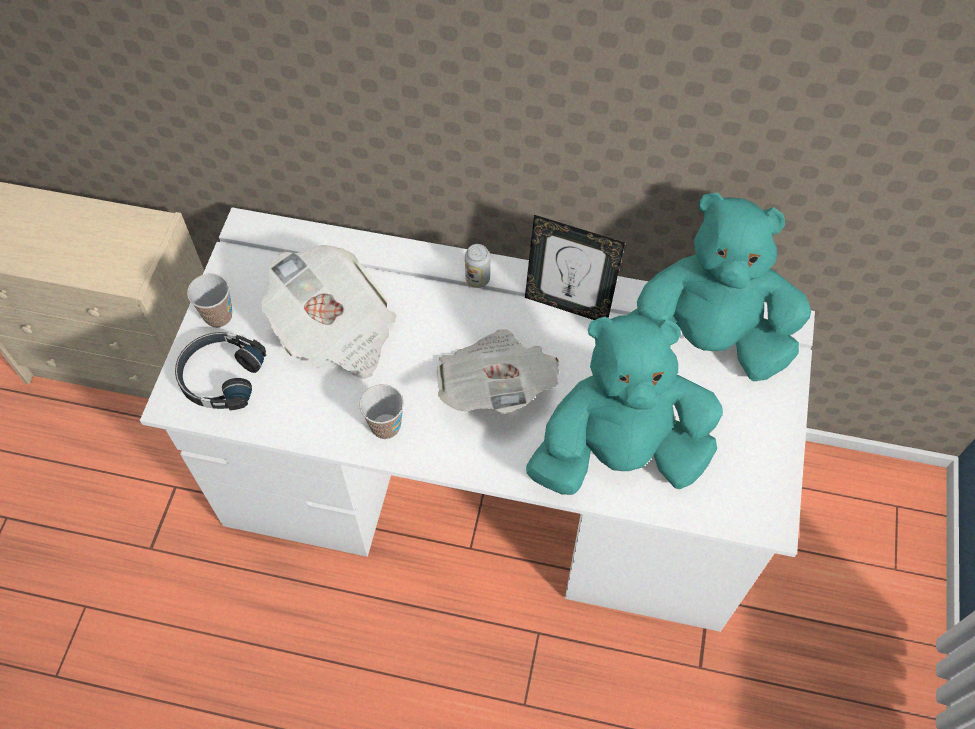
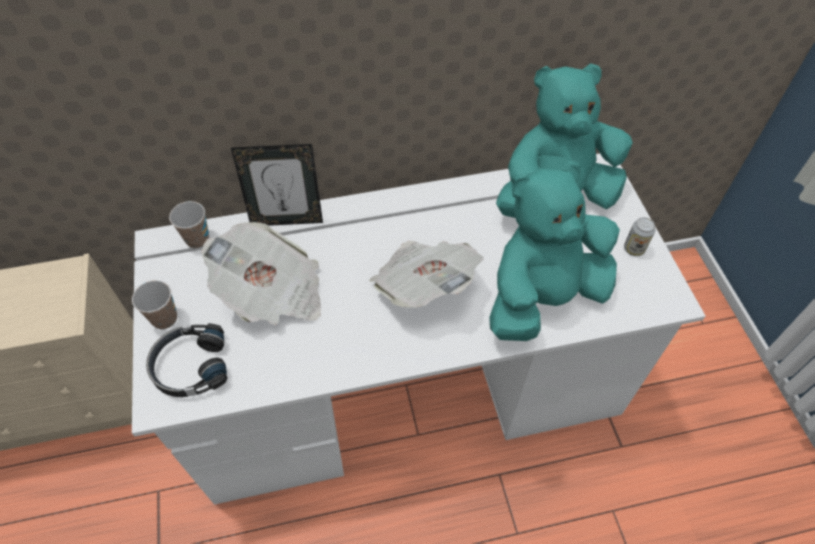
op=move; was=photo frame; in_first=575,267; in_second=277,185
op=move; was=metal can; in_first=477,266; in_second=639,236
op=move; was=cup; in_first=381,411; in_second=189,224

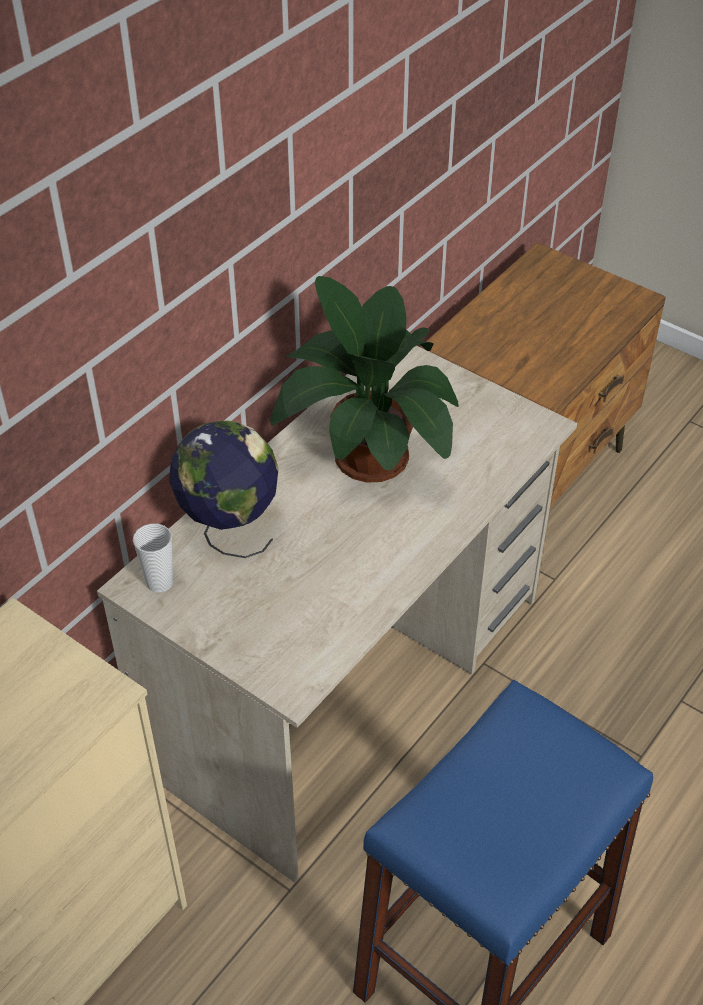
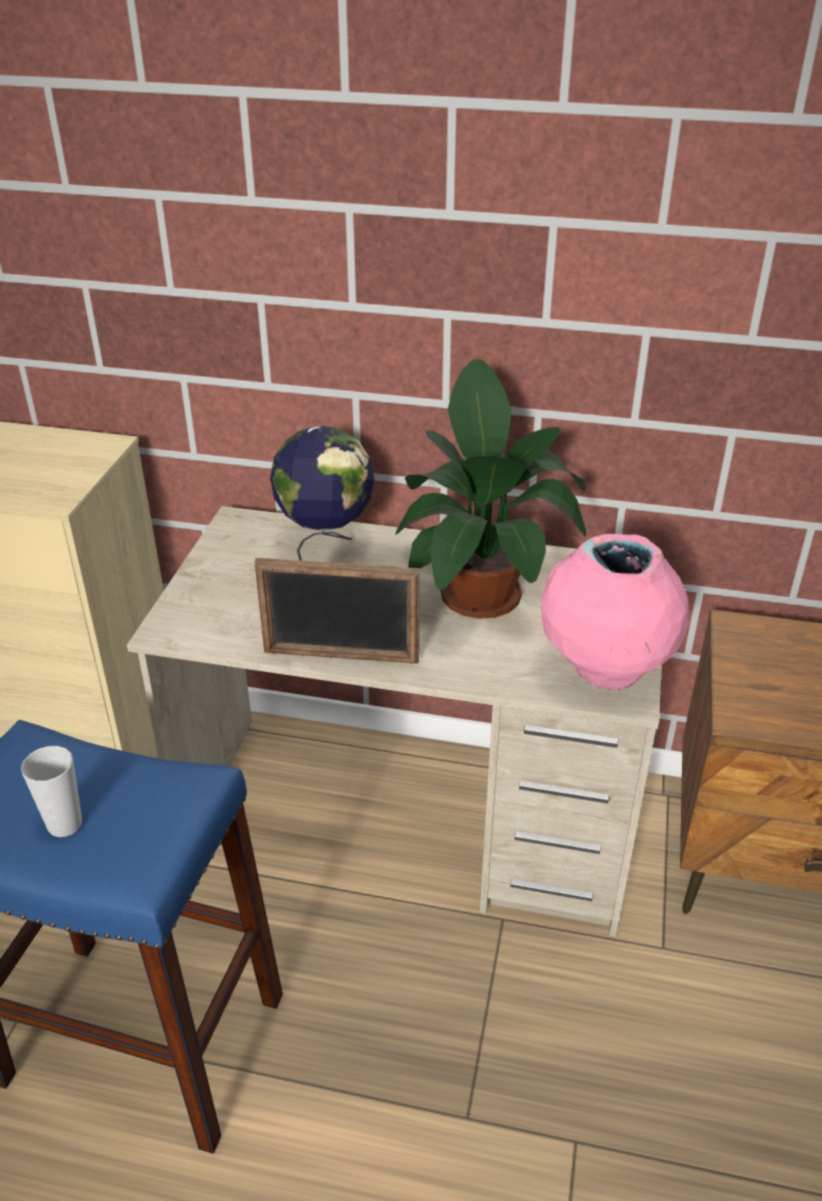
op=move; was=cup; in_first=153,558; in_second=51,791
op=insert; now=vase in pink; in_second=615,612
op=insert; now=photo frame; in_second=337,611

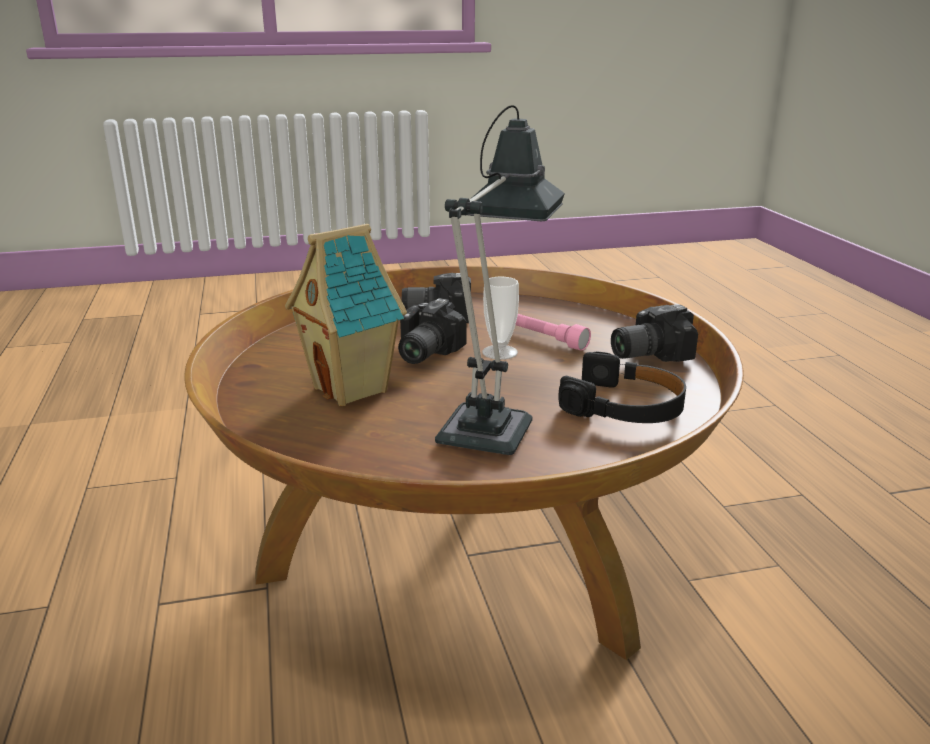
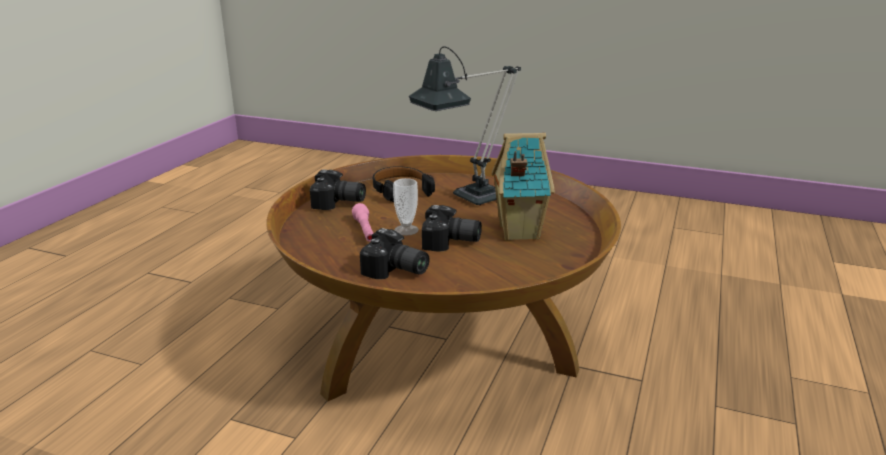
op=rotate; was=photo camera; in_first=432,331; in_second=452,228; clockwise=45

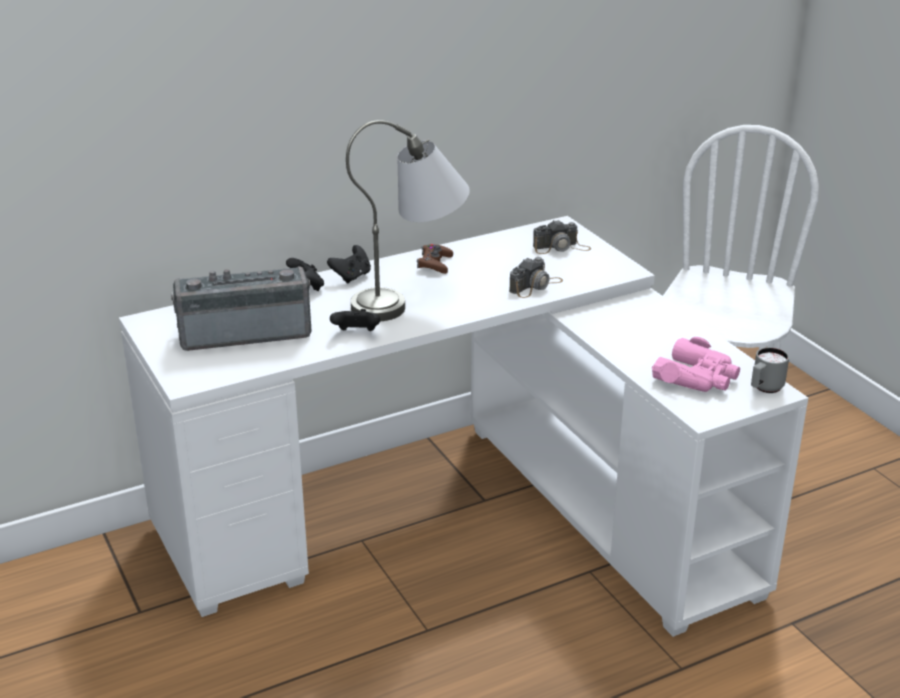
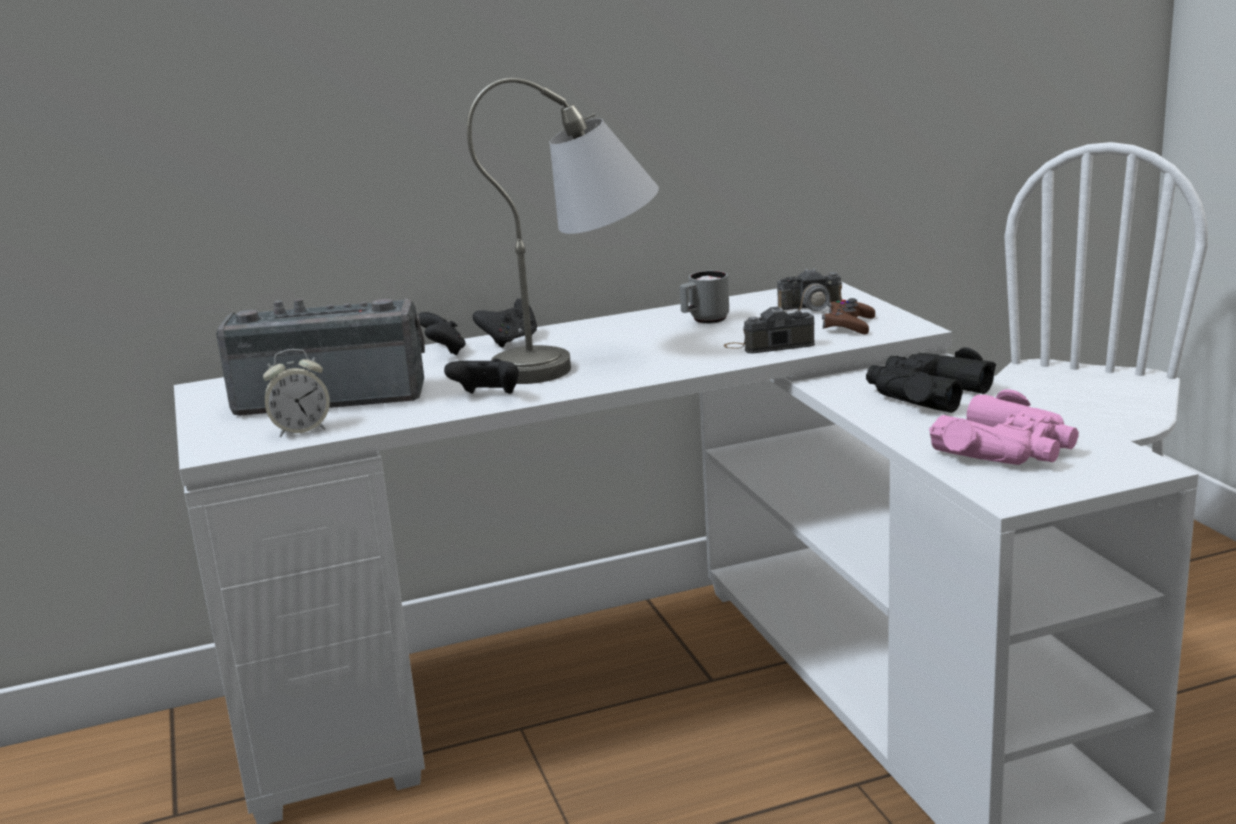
op=move; was=game controller in brown; in_first=435,259; in_second=848,316
op=rotate; was=photo camera; in_first=536,277; in_second=769,330; clockwise=-150
op=move; was=coffee mug in greyish; in_first=770,370; in_second=704,297
op=insert; now=field glasses in black; in_second=931,380
op=insert; now=bedside clock; in_second=296,393

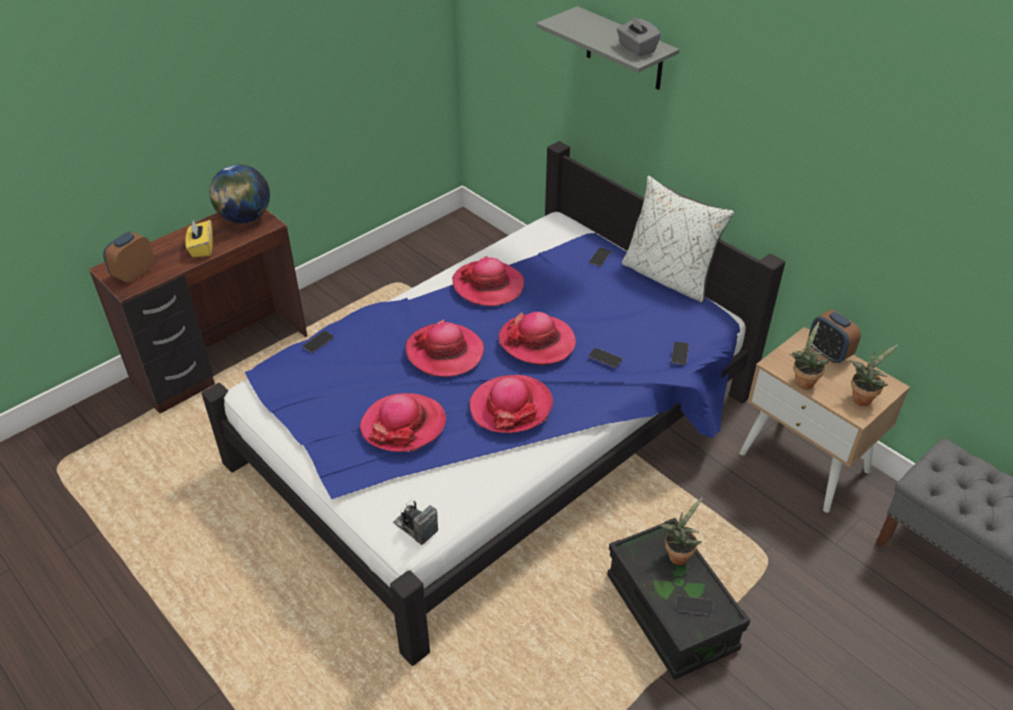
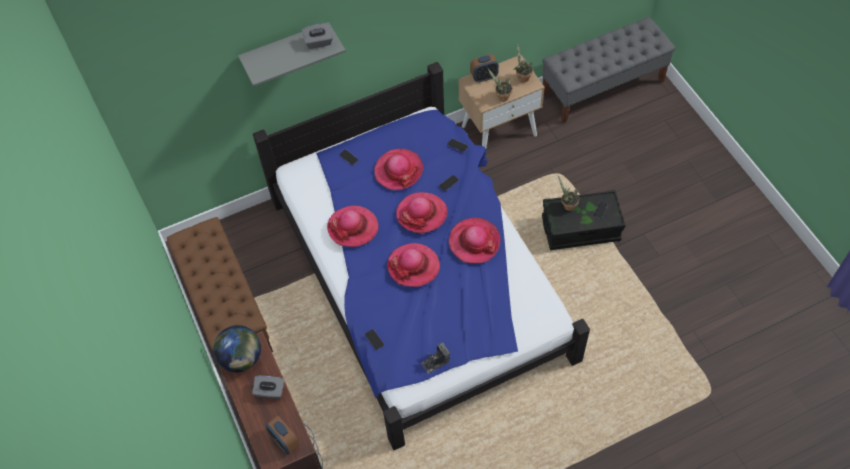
op=delete; was=cushion in whitish; in_first=678,239
op=recolor; was=box of tissues in yellow-coloured; now=box of tissues in greyish; in_first=199,239; in_second=268,387
op=move; was=hat; in_first=403,422; in_second=399,169
op=move; was=photo camera; in_first=415,521; in_second=435,358
op=insert; now=indoor bench in brown; in_second=220,284

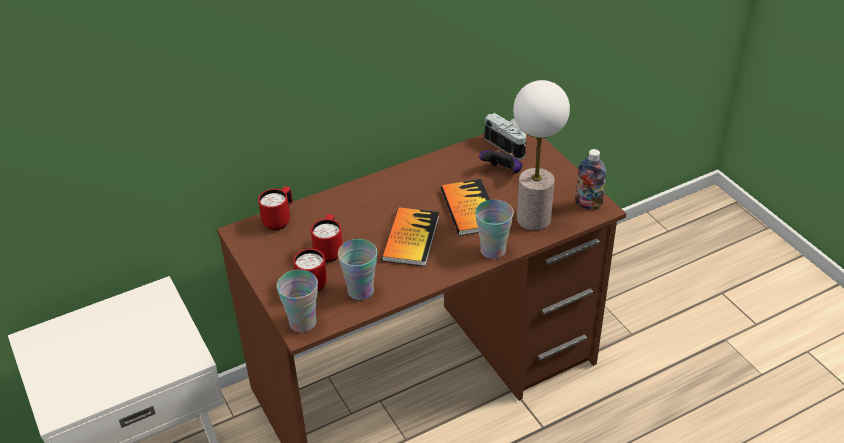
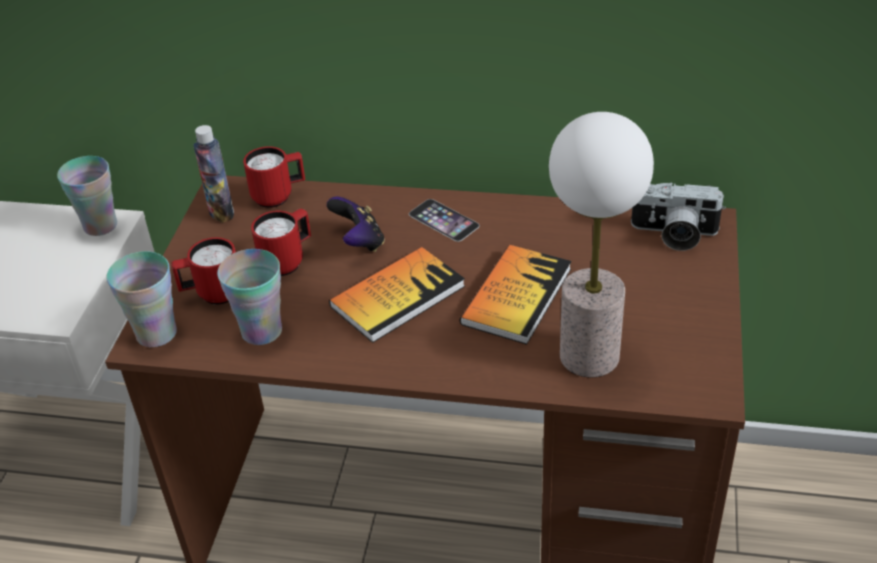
op=rotate; was=photo camera; in_first=505,136; in_second=678,216; clockwise=105
op=move; was=bottle; in_first=590,179; in_second=213,174
op=move; was=game controller; in_first=501,161; in_second=356,224
op=move; was=cup; in_first=494,229; in_second=87,196
op=insert; now=handset; in_second=444,220

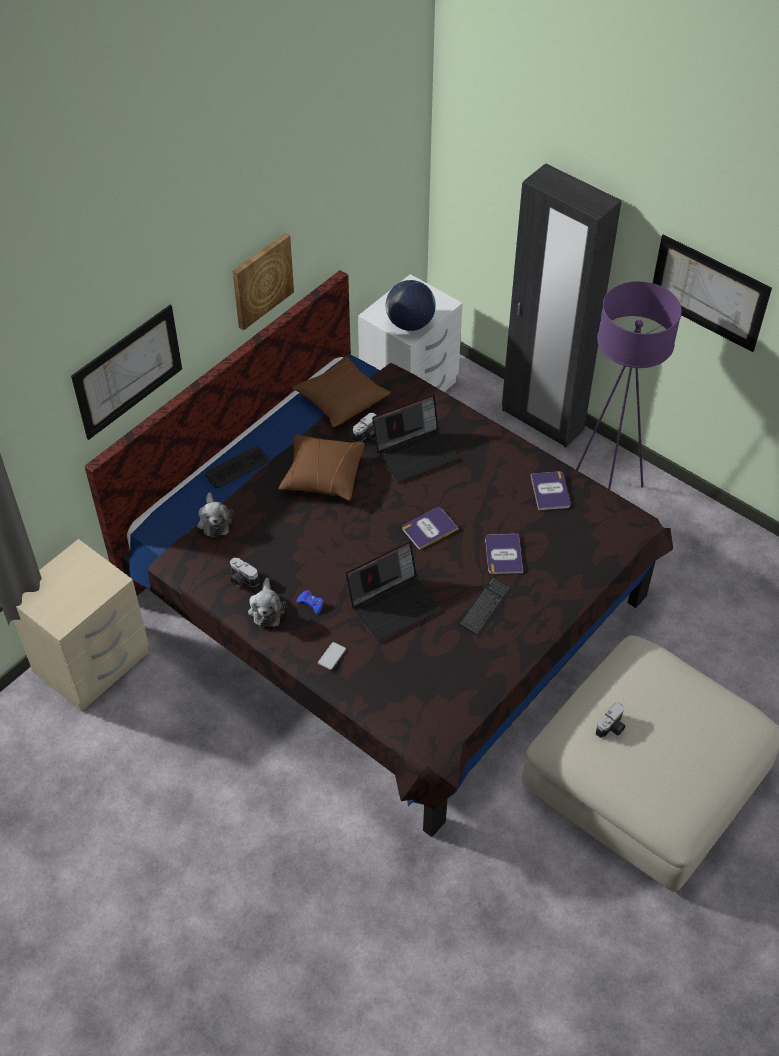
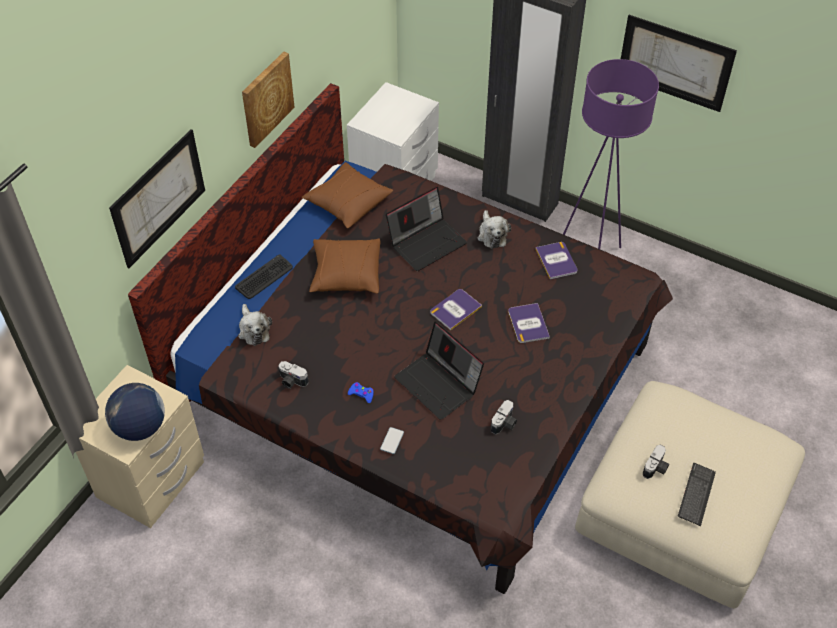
op=move; was=world globe; in_first=410,305; in_second=135,412
op=move; was=photo camera; in_first=364,428; in_second=504,417
op=rotate; was=notebook computer; in_first=393,591; in_second=439,370; clockwise=90
op=move; was=computer keyboard; in_first=485,607; in_second=697,494
op=move; was=plush toy; in_first=267,602; in_second=494,229

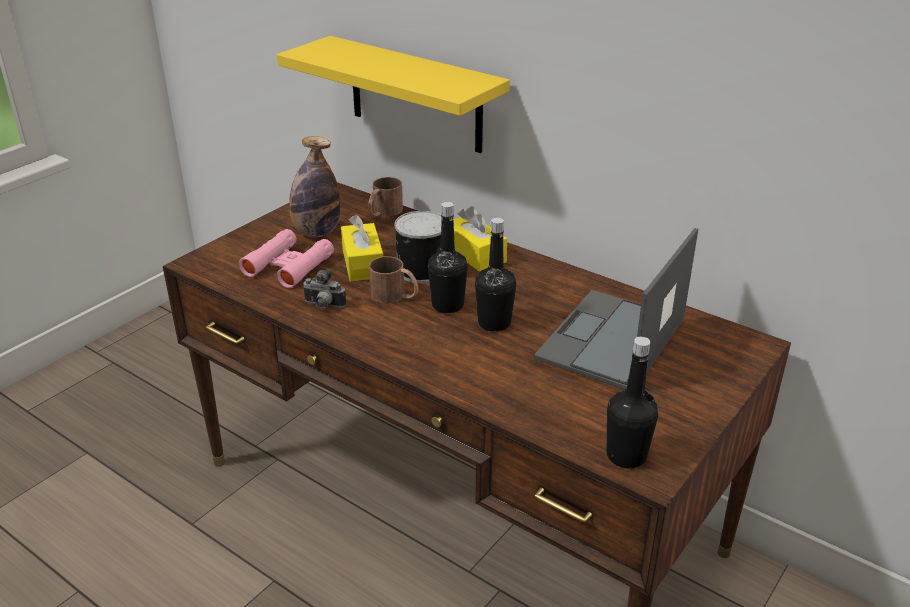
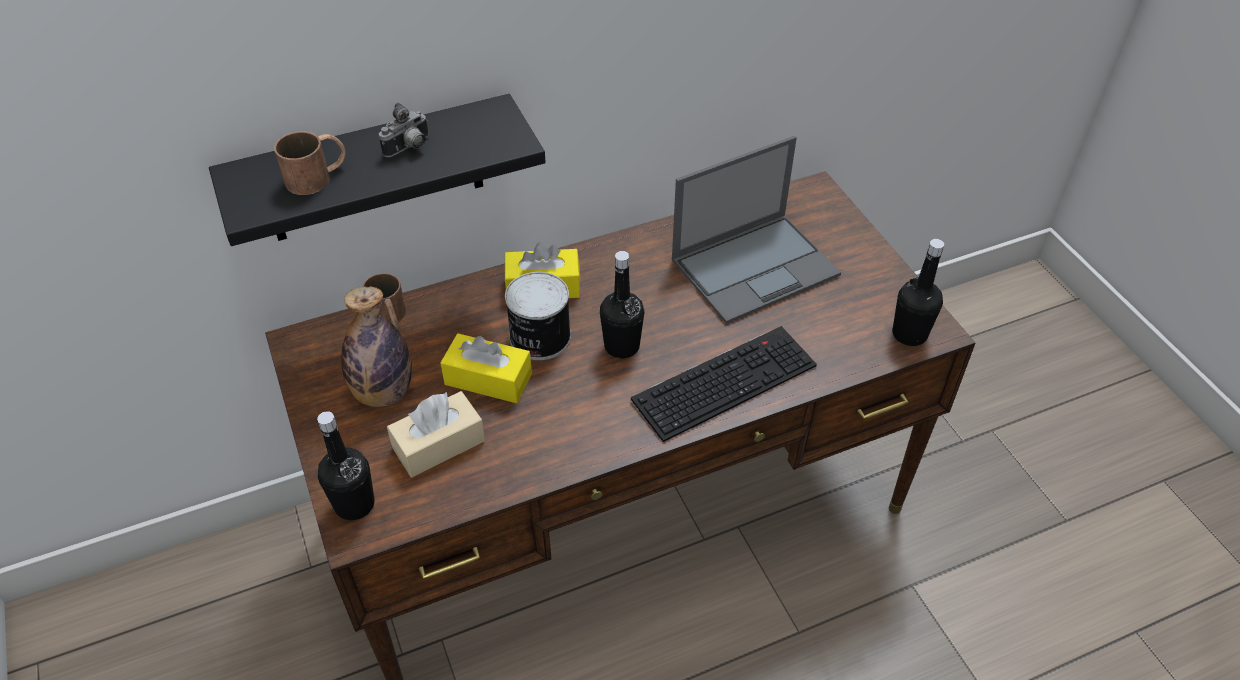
op=recolor; was=wall shelf in yellow-coloured; now=wall shelf in black; in_first=393,94; in_second=377,170
op=move; was=bottle in black; in_first=495,275; in_second=346,465
op=rotate; was=notebook computer; in_first=616,309; in_second=756,230; clockwise=-90
op=replace; was=field glasses in pink; now=box of tissues in beige-coloured; in_first=286,258; in_second=436,434
op=move; was=coffee mug in brown; in_first=394,279; in_second=310,163
op=move; was=photo camera; in_first=324,288; in_second=404,130
op=insert; now=computer keyboard; in_second=724,384

